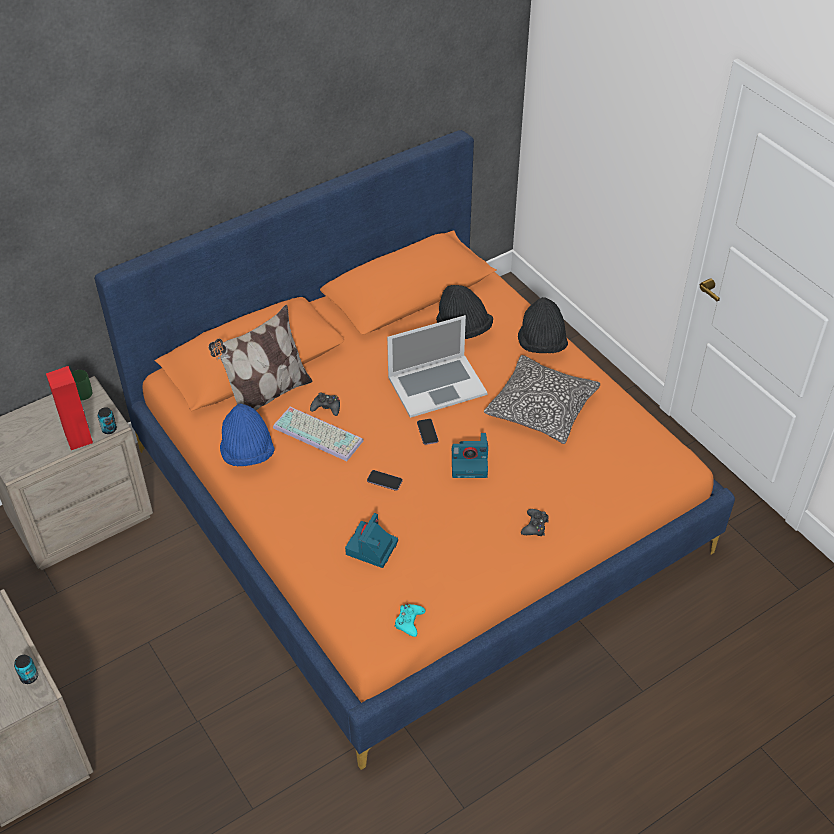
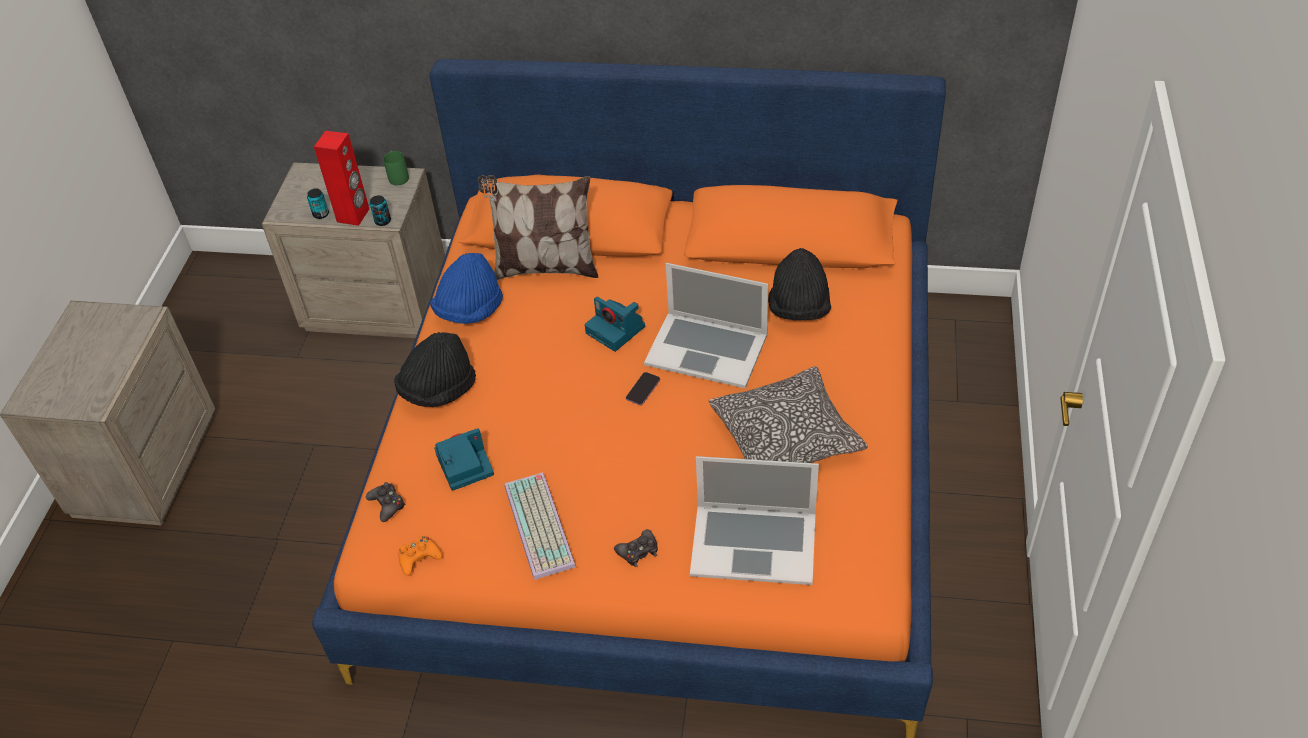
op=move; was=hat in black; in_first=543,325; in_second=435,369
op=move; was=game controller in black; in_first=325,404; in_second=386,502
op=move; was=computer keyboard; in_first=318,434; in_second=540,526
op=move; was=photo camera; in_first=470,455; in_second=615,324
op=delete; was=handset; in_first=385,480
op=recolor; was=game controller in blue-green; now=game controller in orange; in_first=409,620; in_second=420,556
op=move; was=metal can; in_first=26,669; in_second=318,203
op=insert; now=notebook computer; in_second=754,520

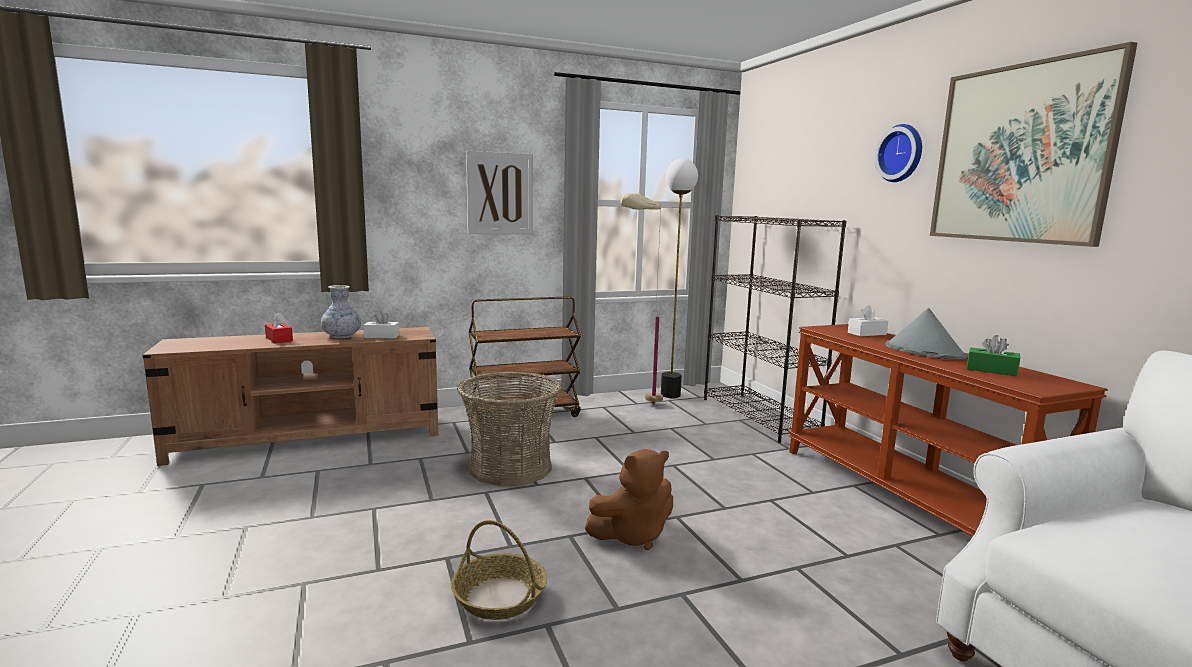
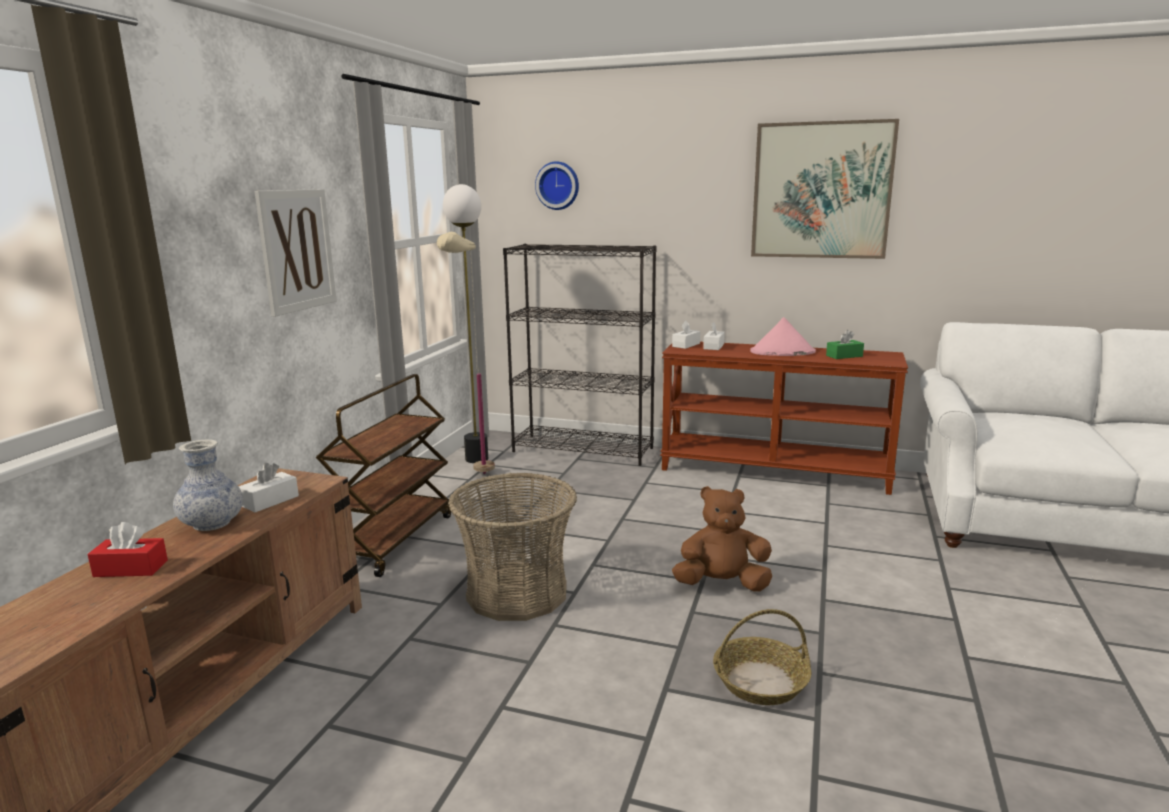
op=move; was=hanging clock; in_first=898,153; in_second=557,185
op=recolor; was=hat in greyish; now=hat in pink; in_first=926,334; in_second=783,336
op=rotate; was=plush toy in brown; in_first=629,499; in_second=722,539; clockwise=-105
op=insert; now=box of tissues in whitish; in_second=686,334

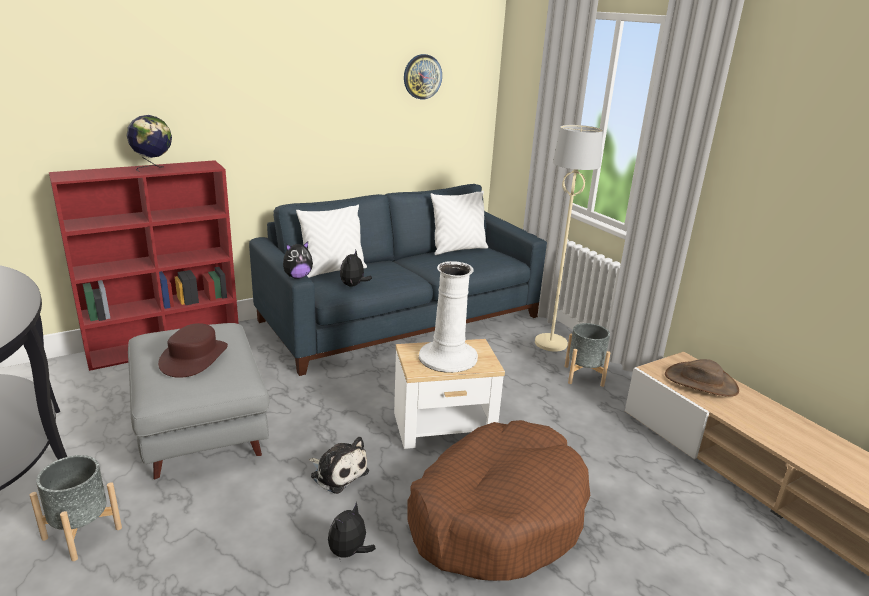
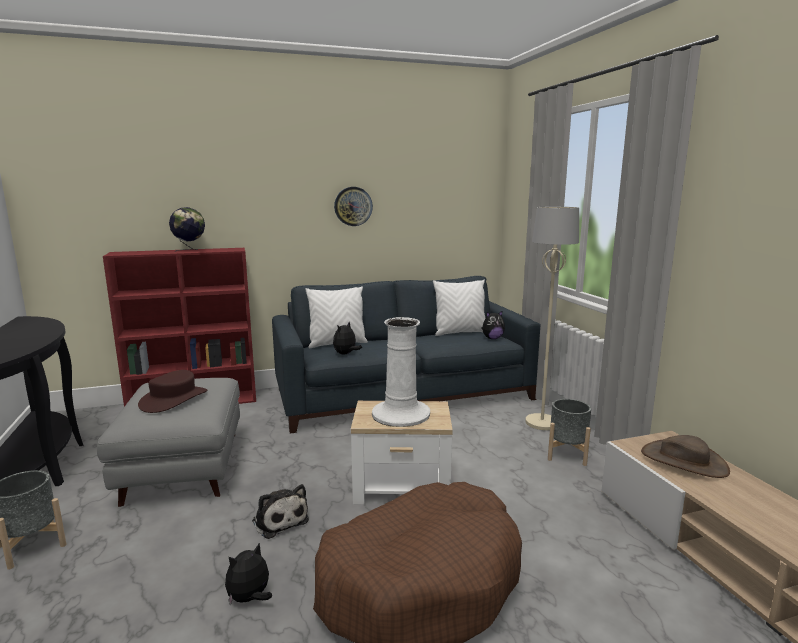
op=move; was=hanging clock; in_first=423,77; in_second=353,206
op=move; was=plush toy; in_first=298,260; in_second=493,325

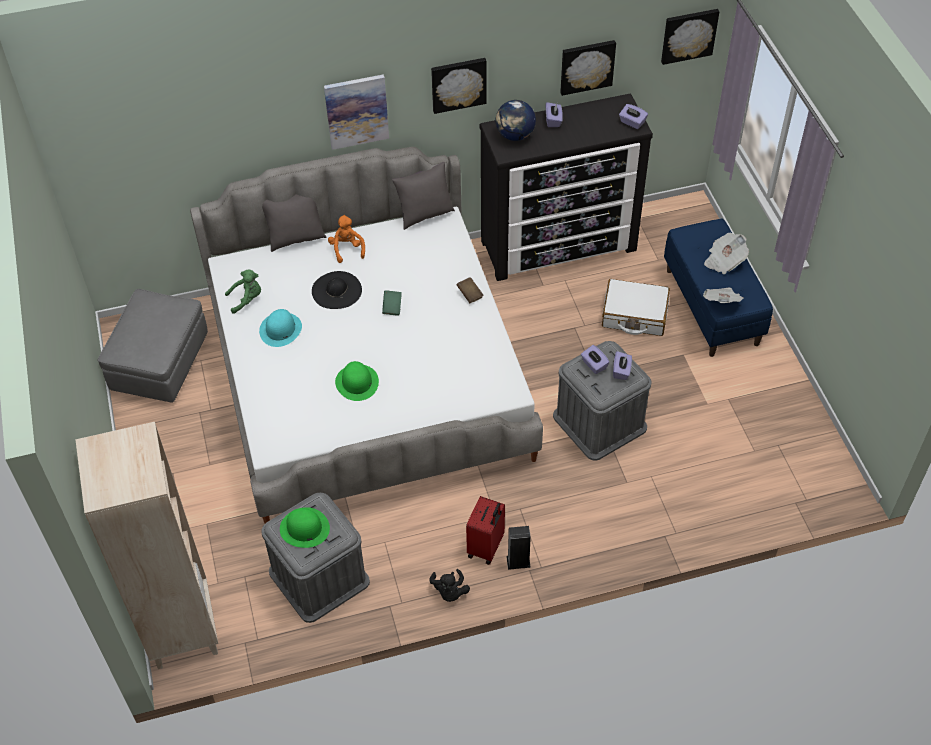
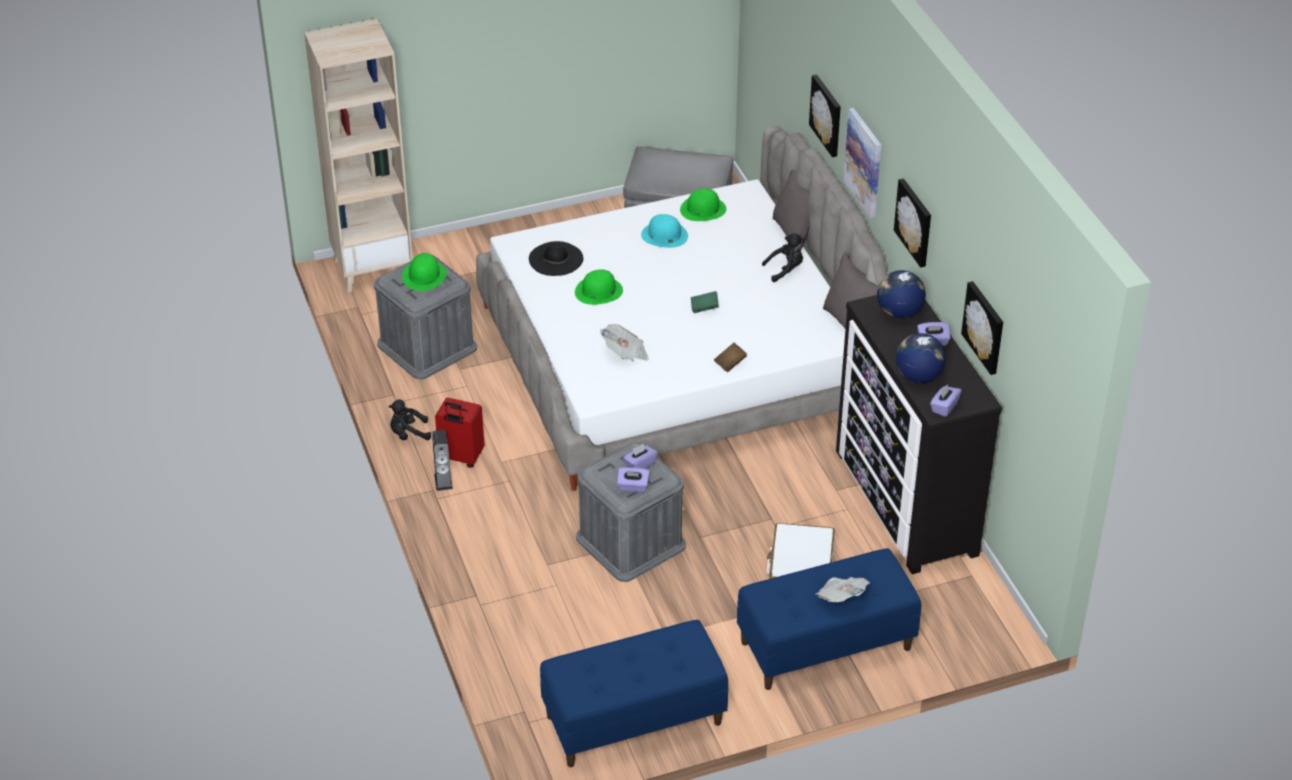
op=move; was=wall picture; in_first=690,37; in_second=825,115
op=recolor; was=plush toy in orange; now=plush toy in black; in_first=346,239; in_second=783,257
op=replace; was=plush toy in green; now=hat in green; in_first=243,291; in_second=703,204
op=move; was=hat in black; in_first=337,290; in_second=556,258
op=move; was=daily paper; in_first=723,295; in_second=624,342
op=insert; now=world globe; in_second=921,358
op=insert; now=indoor bench in blue; in_second=634,693

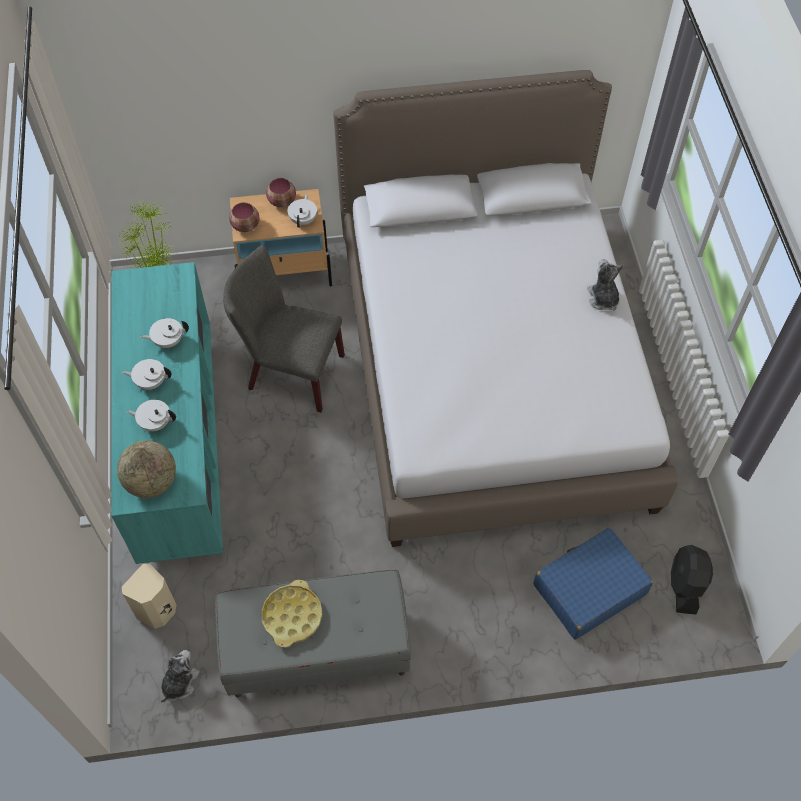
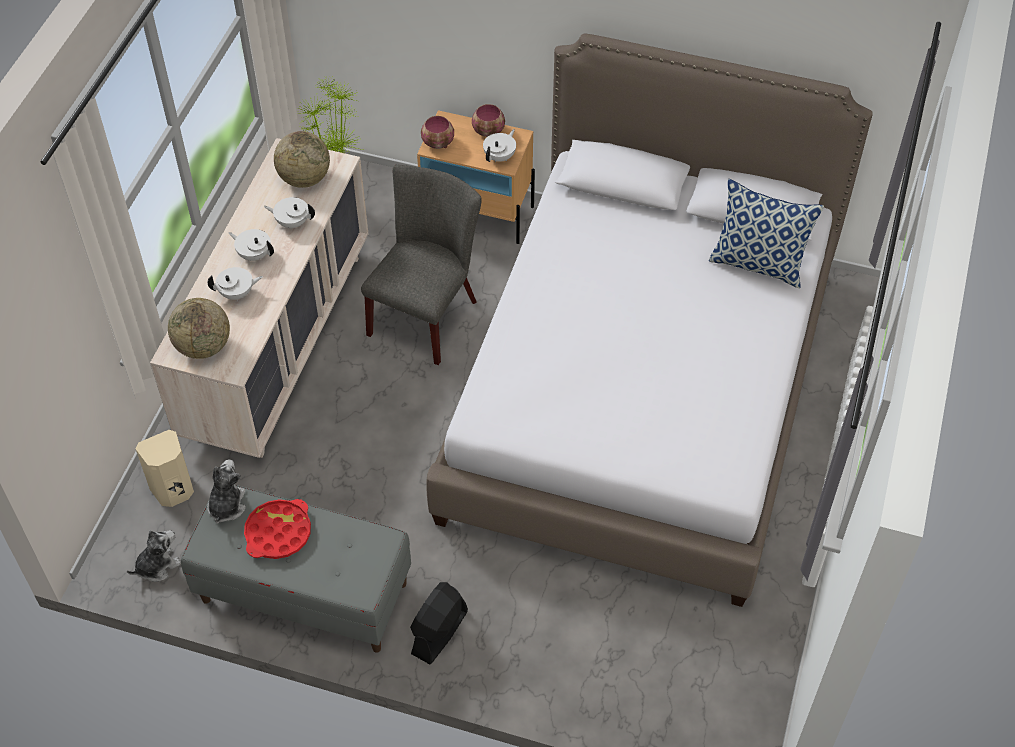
op=rotate; was=plain chair in greyish; in_first=284,329; in_second=421,265; clockwise=75
op=move; was=plush toy; in_first=605,285; in_second=226,491
op=recolor; was=drawer chest in blue-green; now=drawer chest in beige-coloured; in_first=167,413; in_second=259,298
op=rotate; was=teapot in whitish; in_first=151,416; in_second=235,284; clockwise=135
op=delete; was=suitcase in blue; in_first=593,583
op=move; was=cooling fan in black; in_first=692,579; in_second=439,623
op=recolor; was=serving tray in yellow-coloured; now=serving tray in reddish; in_first=291,614; in_second=277,529
op=insert; now=world globe; in_second=302,159
op=insert; now=cushion; in_second=766,233

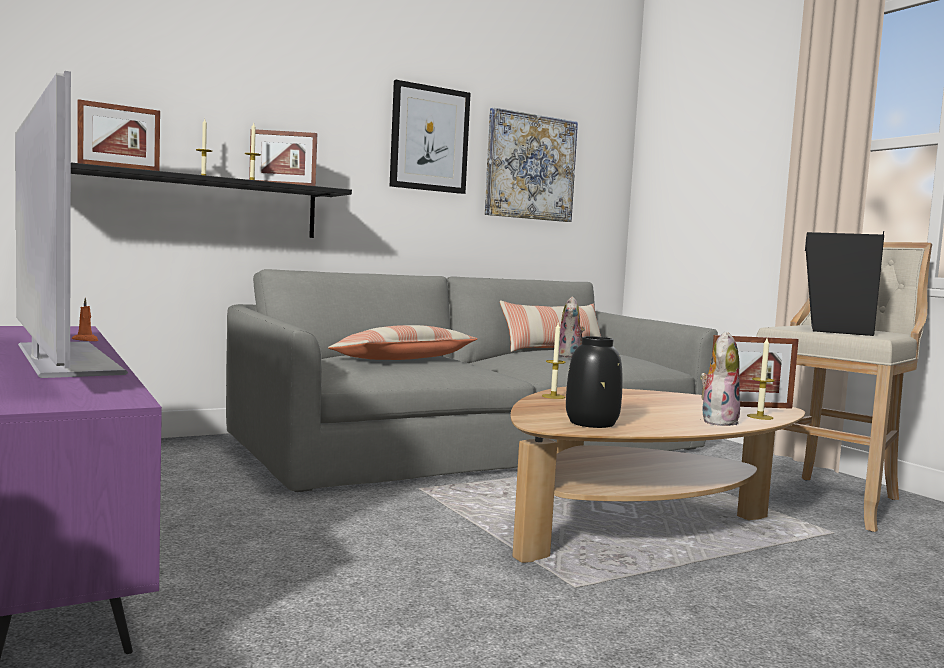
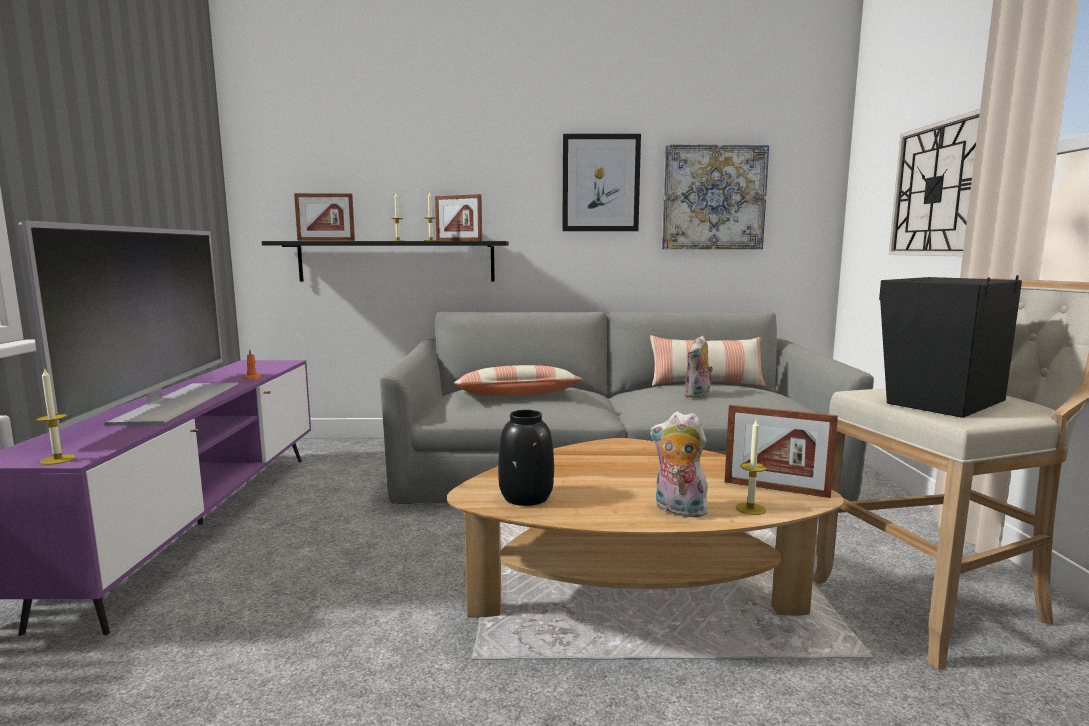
op=move; was=wax candle; in_first=554,361; in_second=56,416
op=rotate; was=plush toy; in_first=720,379; in_second=680,464; clockwise=-120
op=insert; now=hanging clock; in_second=934,182

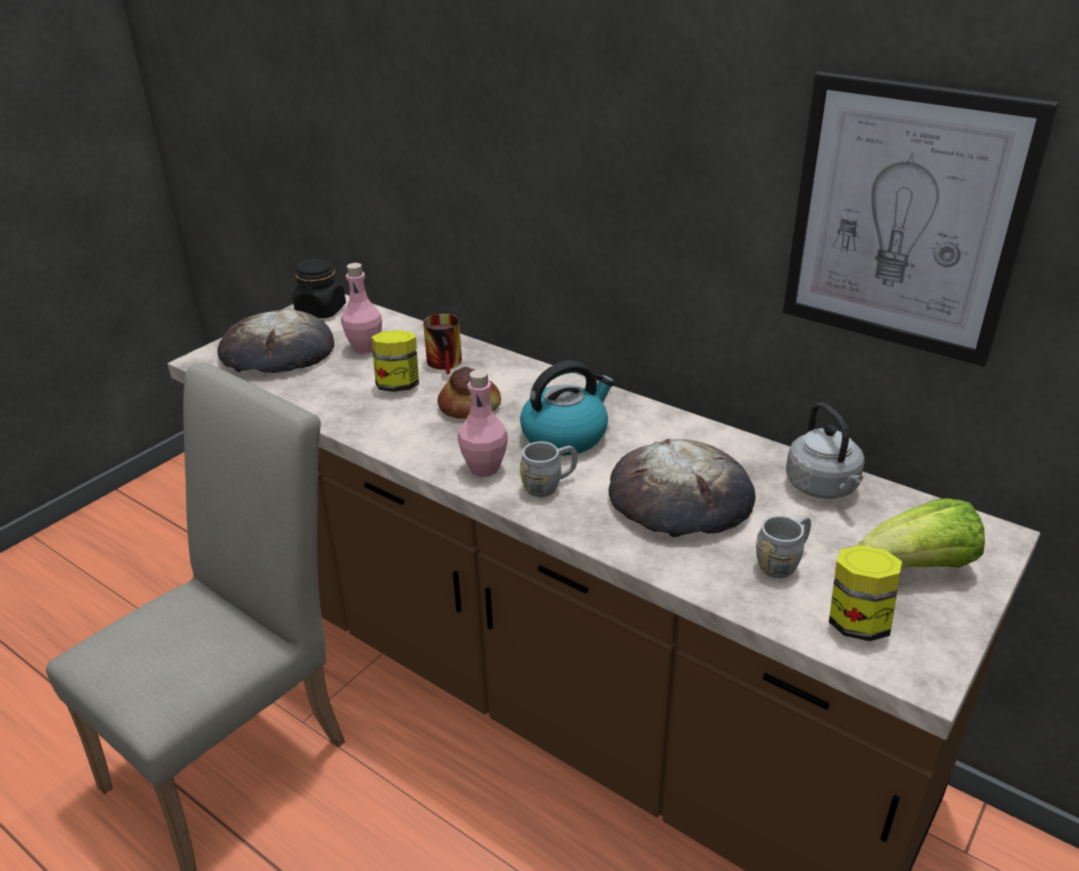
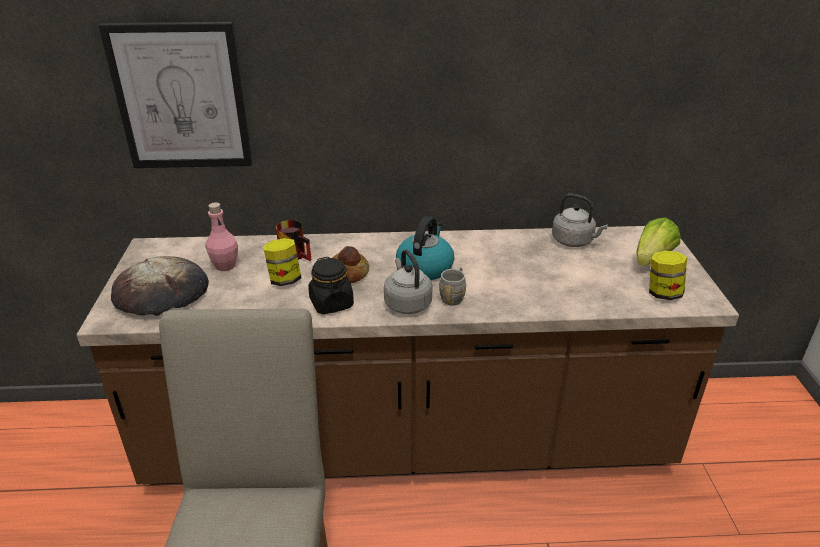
op=move; was=wall picture; in_first=921,219; in_second=175,95
op=move; was=preserve jar in black; in_first=319,288; in_second=331,285
op=replace; was=bottle in pink; now=kettle in greyish; in_first=482,423; in_second=408,282
op=delete; was=bread; in_first=682,488
op=delete; was=coffee mug in greyish; in_first=783,546

